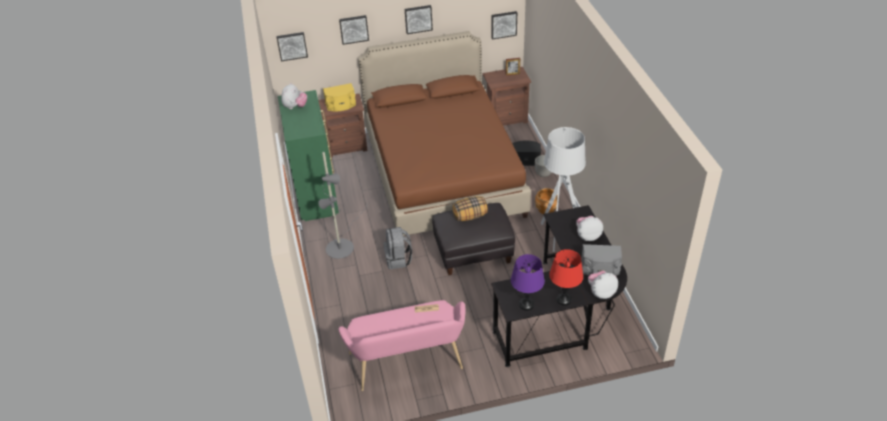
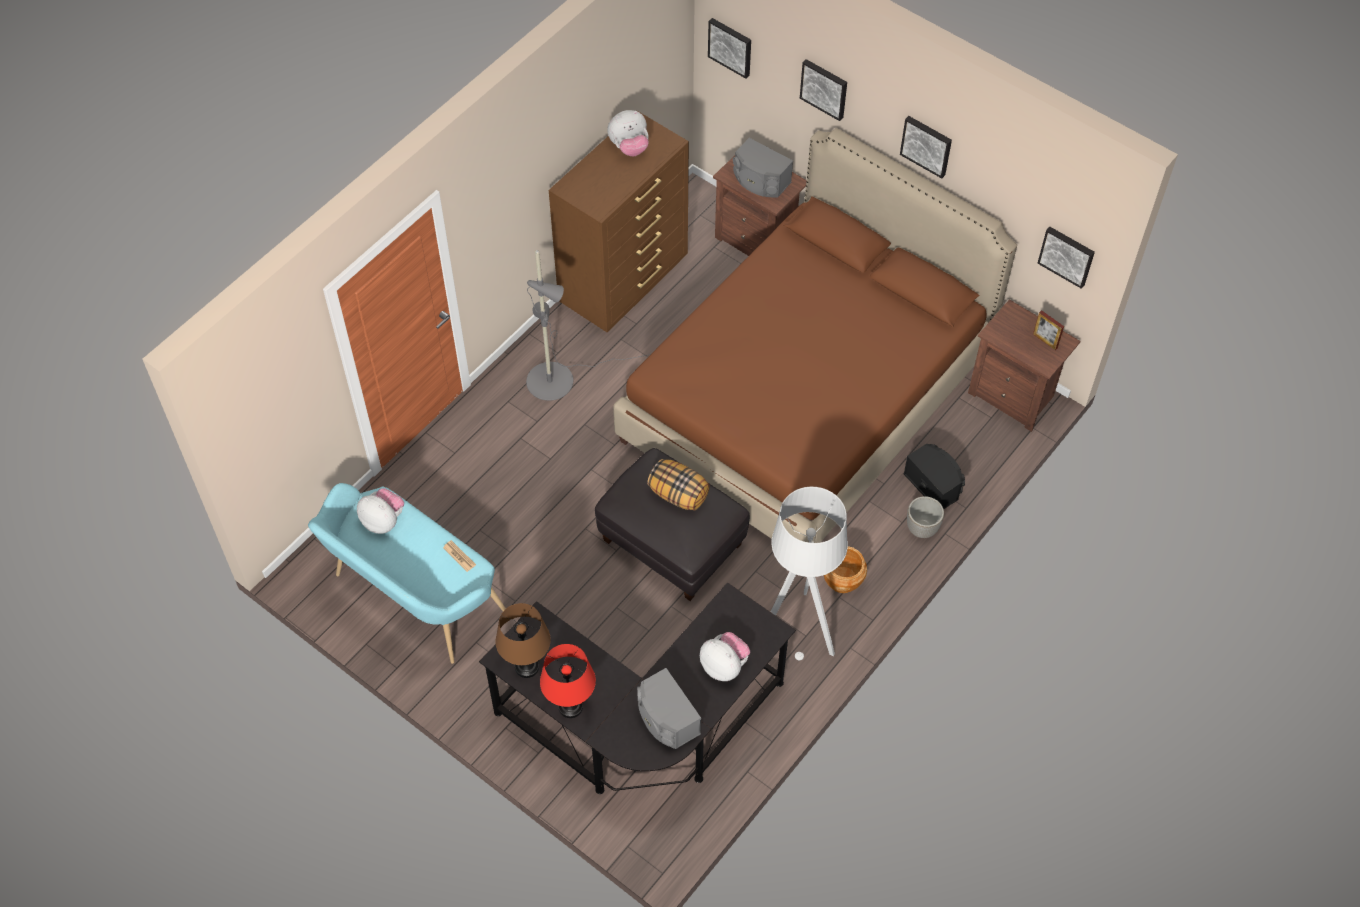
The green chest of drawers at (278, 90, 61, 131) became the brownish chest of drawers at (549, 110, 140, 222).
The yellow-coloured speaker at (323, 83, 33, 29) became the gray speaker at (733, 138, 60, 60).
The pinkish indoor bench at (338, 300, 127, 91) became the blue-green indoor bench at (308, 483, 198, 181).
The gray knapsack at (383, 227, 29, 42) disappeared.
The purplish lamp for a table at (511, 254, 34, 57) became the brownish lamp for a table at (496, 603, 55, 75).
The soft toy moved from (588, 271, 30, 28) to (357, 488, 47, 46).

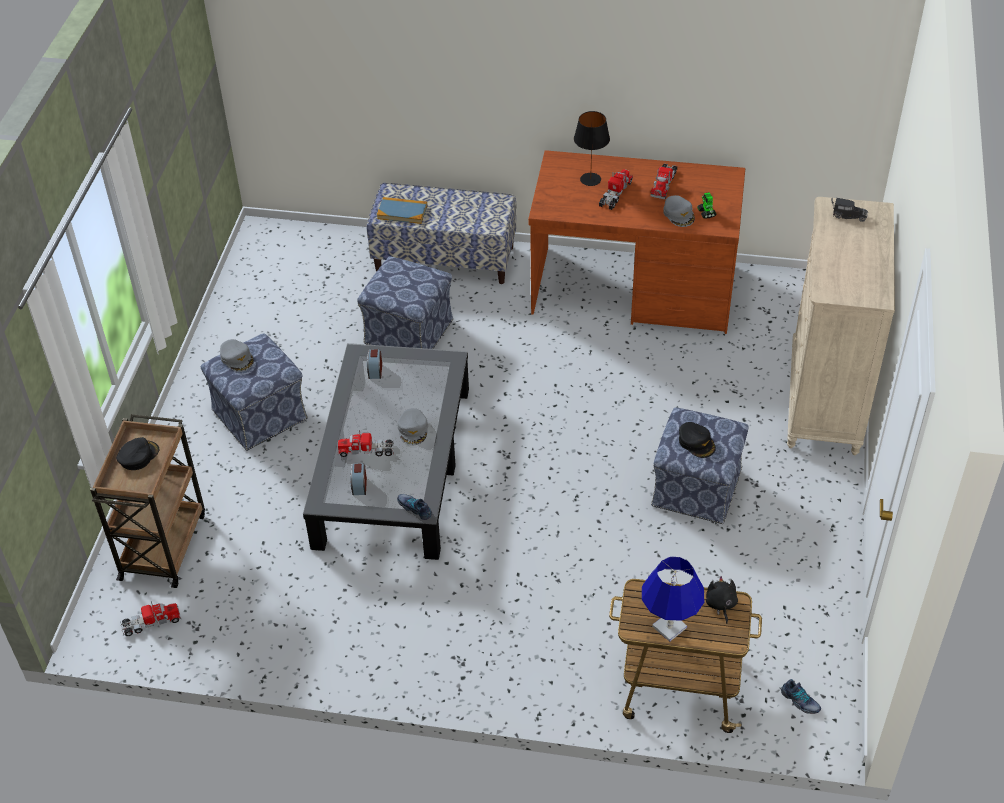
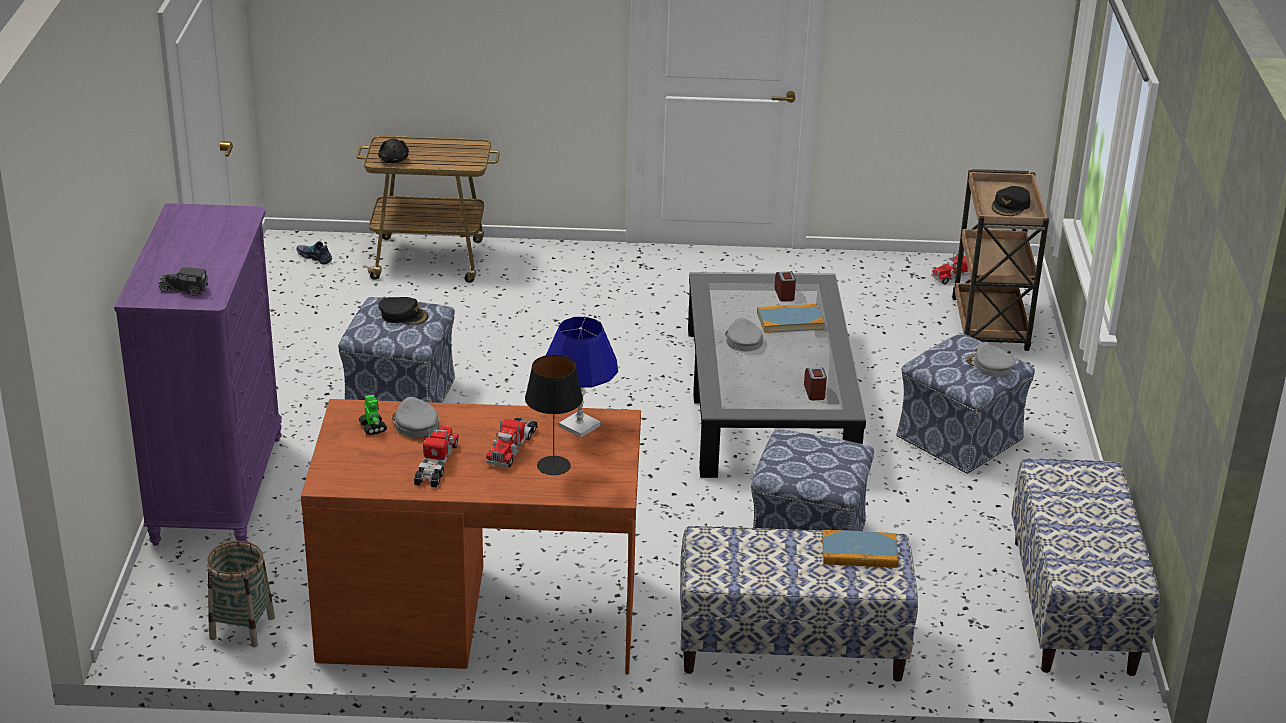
The toy truck at (338, 430, 56, 27) was replaced by the book at (757, 304, 68, 29).
The low shoe at (397, 494, 35, 26) disappeared.
The blue-coloured lamp for a table moved from (642, 557, 63, 85) to (546, 317, 72, 121).
The blackish peaked cap at (679, 422, 37, 36) turned 150 degrees clockwise.
The beige chest of drawers at (787, 197, 108, 258) became the purplish chest of drawers at (114, 203, 168, 343).
The household basket at (207, 541, 68, 106) appeared.
The indoor bench at (1011, 459, 149, 217) appeared.

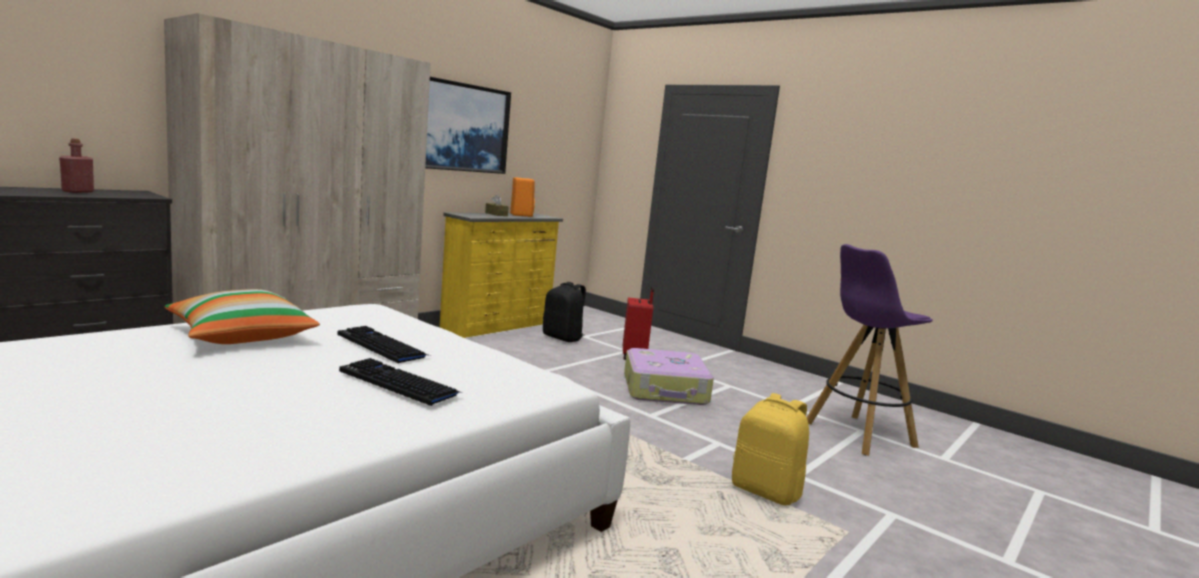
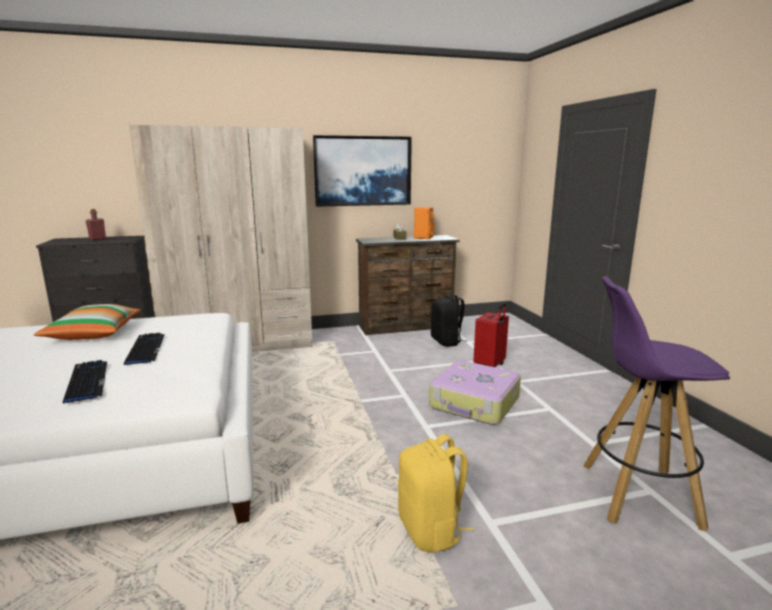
The yellow-coloured chest of drawers at (440, 213, 123, 125) became the brownish chest of drawers at (356, 235, 104, 100).

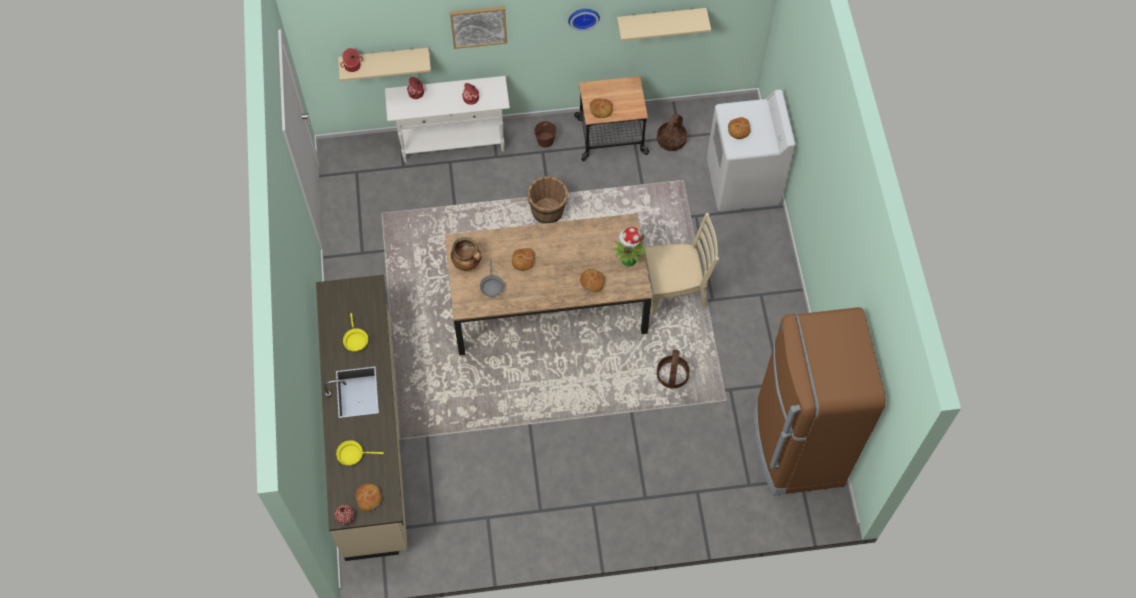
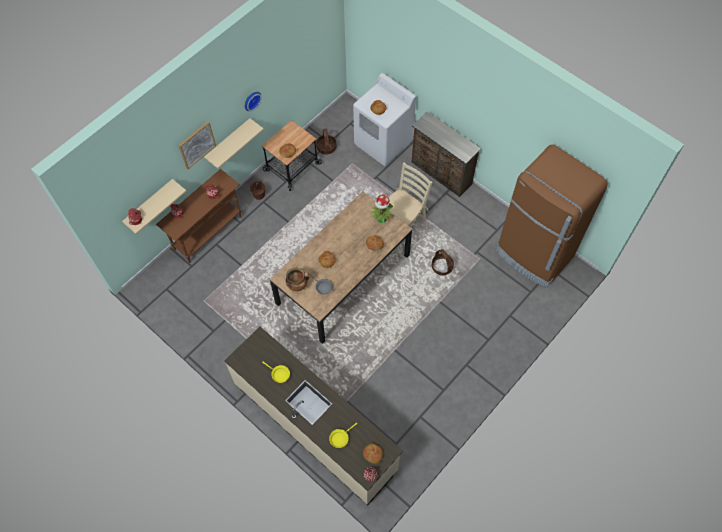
The whitish hall table at (385, 76, 125, 86) became the brownish hall table at (156, 169, 86, 94).
The brownish bucket at (528, 176, 40, 48) disappeared.
The beige shelf moved from (617, 8, 94, 33) to (204, 118, 60, 51).
The brownish chest of drawers at (411, 112, 70, 85) appeared.

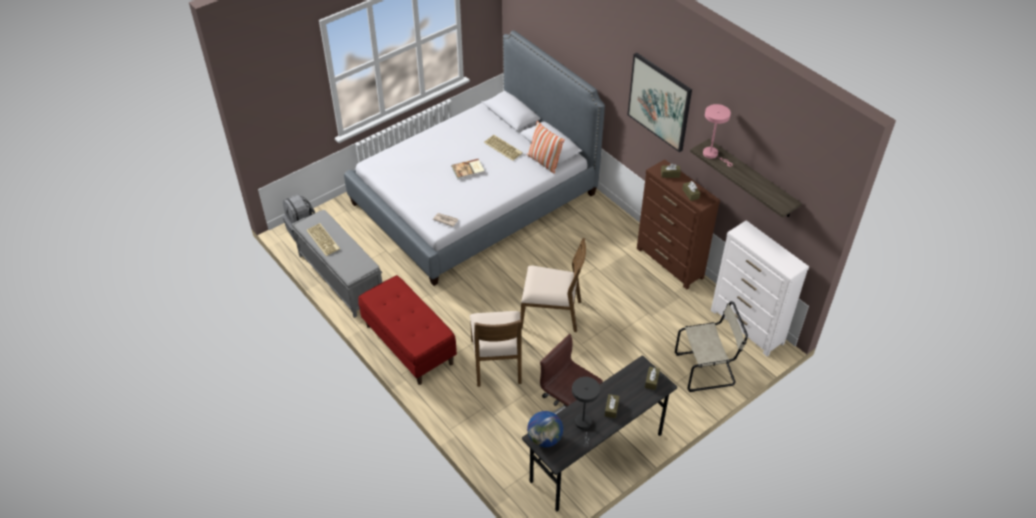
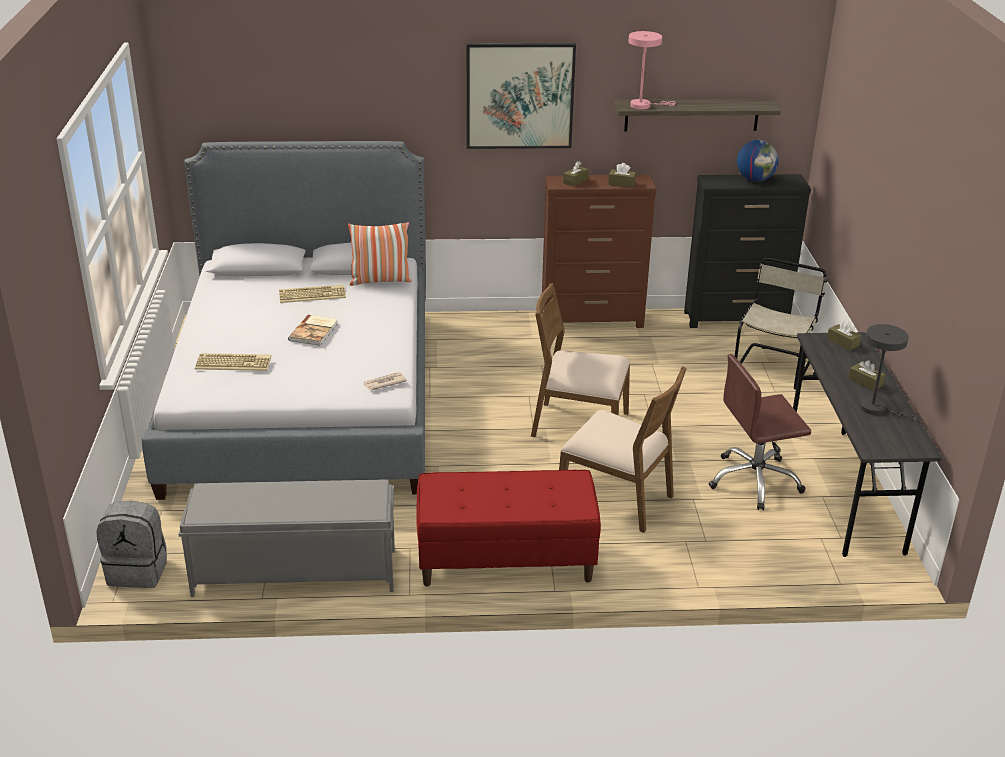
The computer keyboard moved from (307, 223, 33, 33) to (195, 353, 76, 18).
The brownish plain chair at (520, 238, 66, 94) turned 120 degrees counterclockwise.
The world globe moved from (527, 411, 36, 36) to (737, 140, 42, 42).
The whitish chest of drawers at (711, 220, 98, 137) became the blackish chest of drawers at (684, 174, 127, 154).

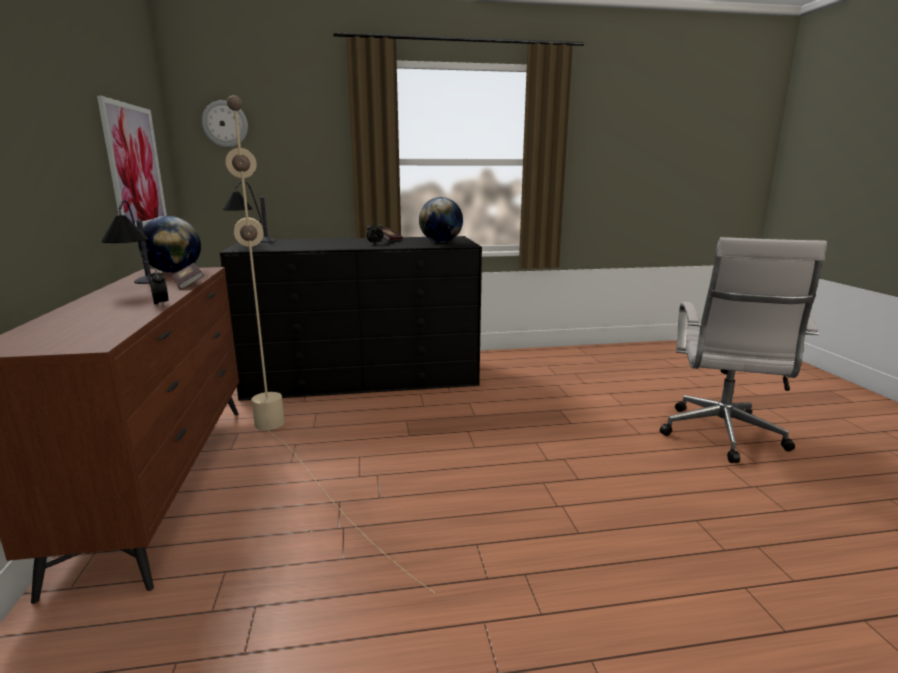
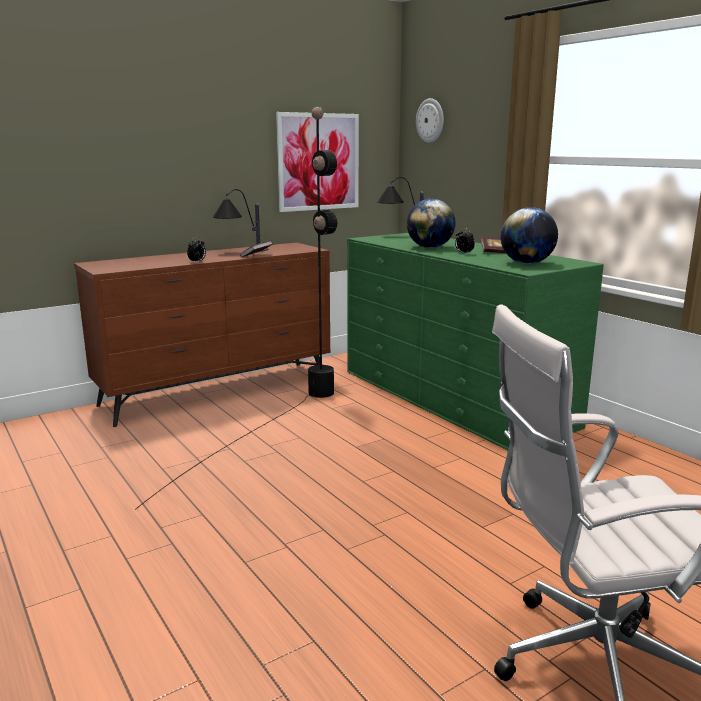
The world globe moved from (138, 216, 63, 57) to (407, 199, 48, 49).
The blackish chest of drawers at (220, 236, 262, 165) became the green chest of drawers at (347, 233, 257, 217).
The beige standing lamp at (226, 95, 209, 499) became the blackish standing lamp at (135, 107, 202, 403).

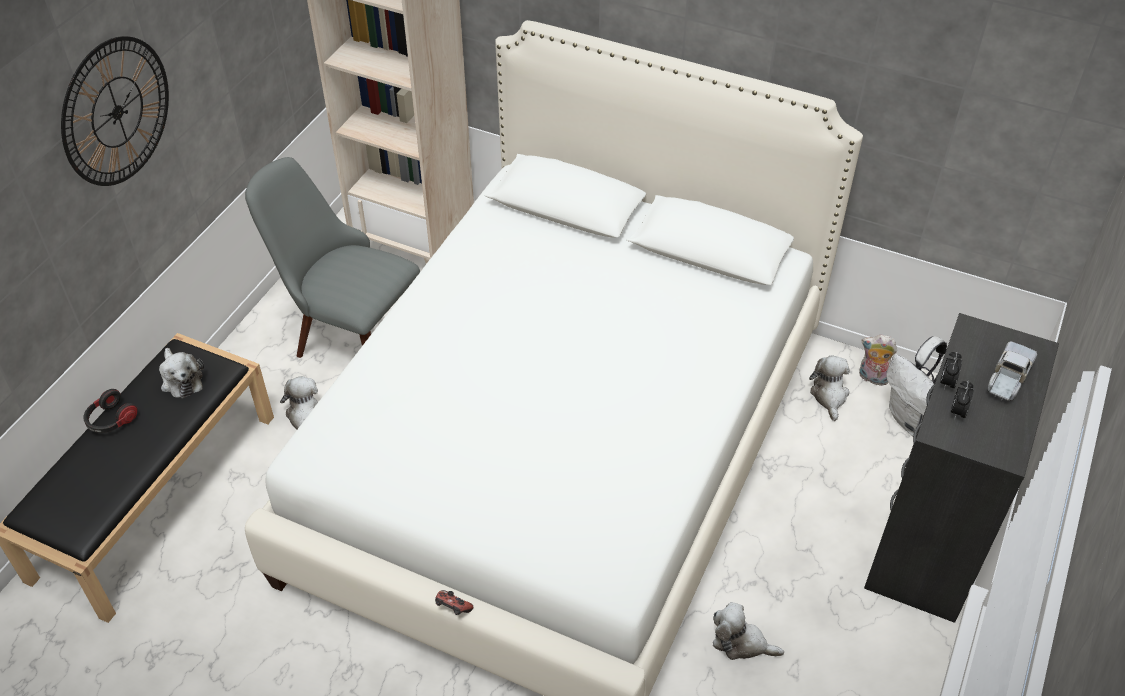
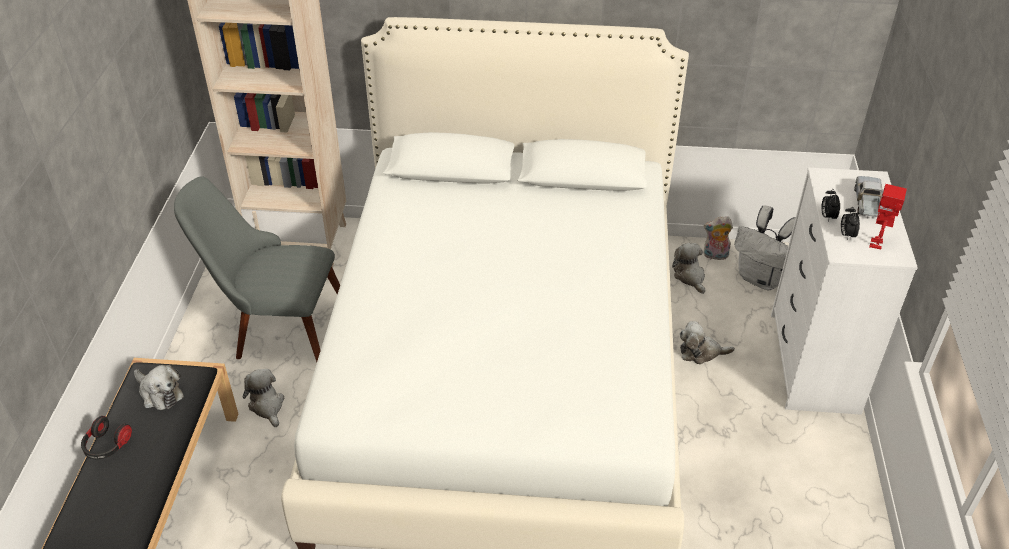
The hanging clock at (61, 36, 108, 150) disappeared.
The joypad at (435, 590, 38, 25) disappeared.
The soft toy moved from (713, 602, 71, 58) to (679, 321, 56, 44).
The blackish chest of drawers at (864, 313, 195, 310) became the whitish chest of drawers at (771, 168, 147, 247).
The robot figure at (869, 184, 38, 65) appeared.

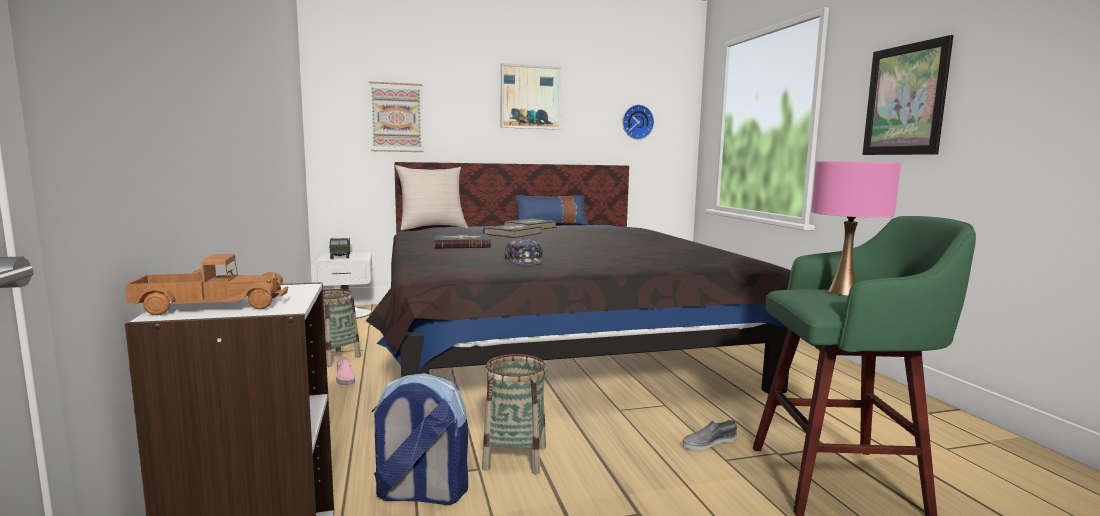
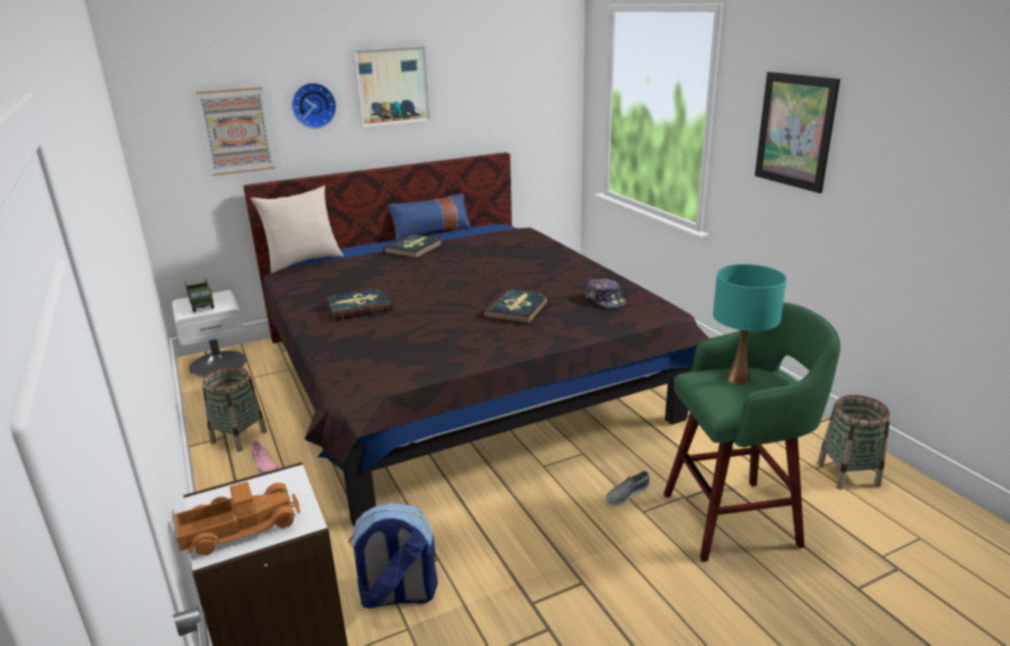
The household basket moved from (482, 354, 65, 121) to (817, 395, 73, 95).
The book moved from (483, 224, 58, 14) to (482, 289, 67, 35).
The peaked cap moved from (504, 238, 40, 27) to (585, 278, 41, 30).
The hanging clock moved from (622, 105, 32, 35) to (292, 83, 45, 46).
The pinkish lamp for a table at (811, 161, 90, 135) became the blue-green lamp for a table at (713, 264, 74, 121).

